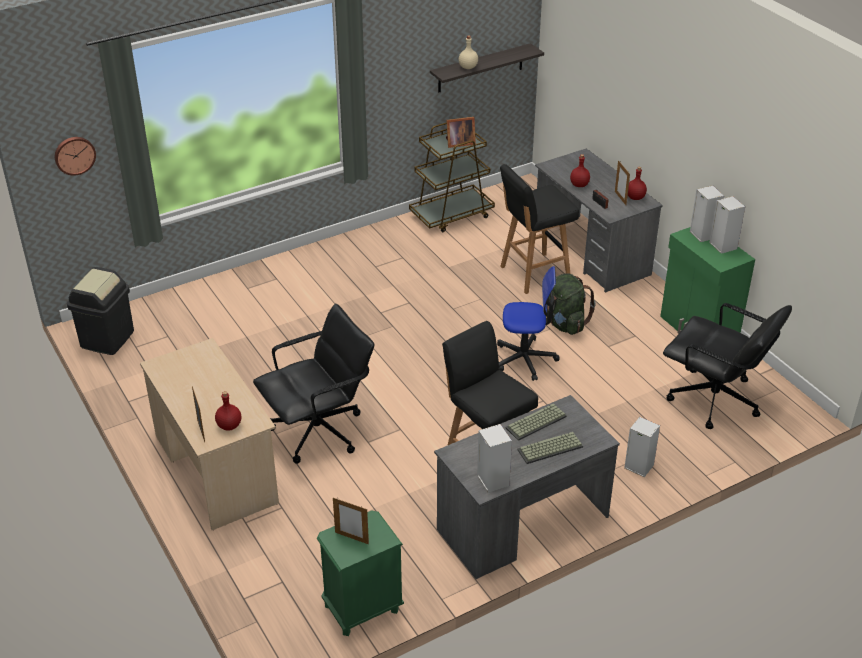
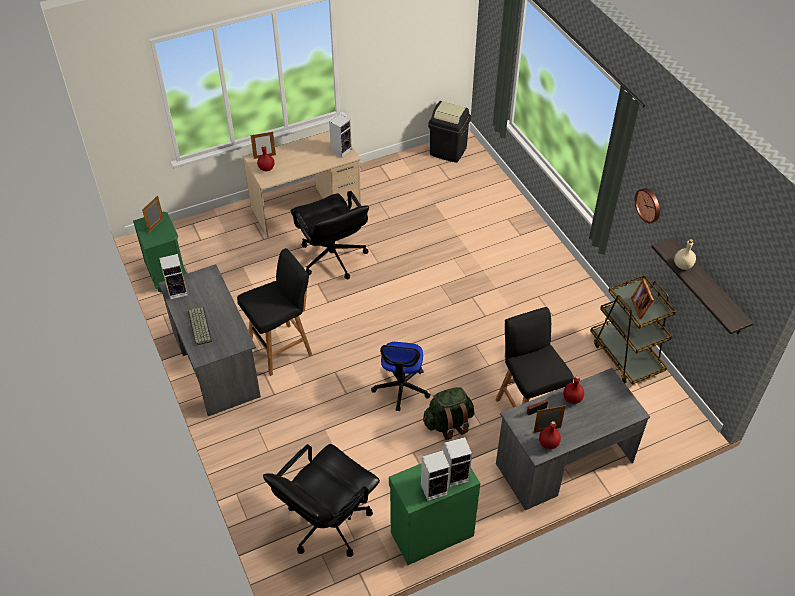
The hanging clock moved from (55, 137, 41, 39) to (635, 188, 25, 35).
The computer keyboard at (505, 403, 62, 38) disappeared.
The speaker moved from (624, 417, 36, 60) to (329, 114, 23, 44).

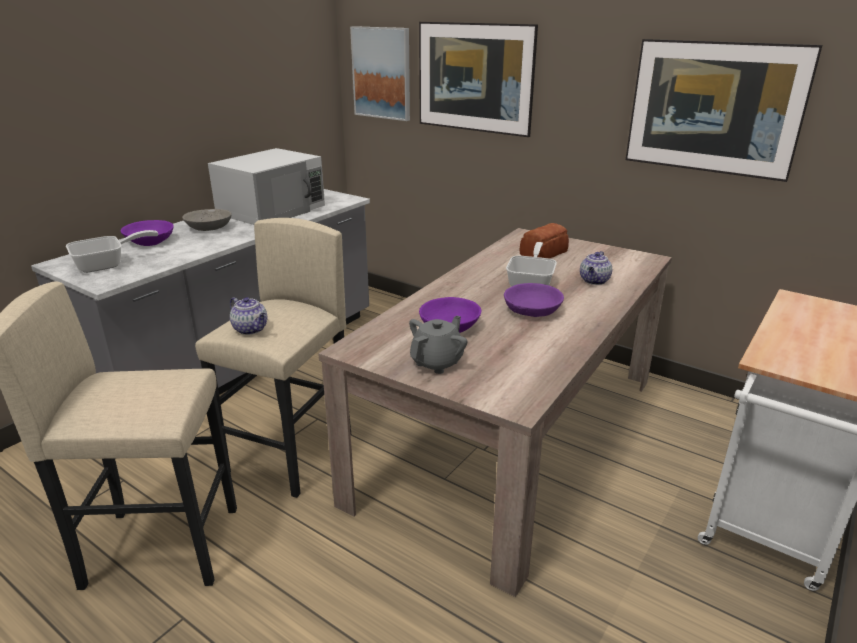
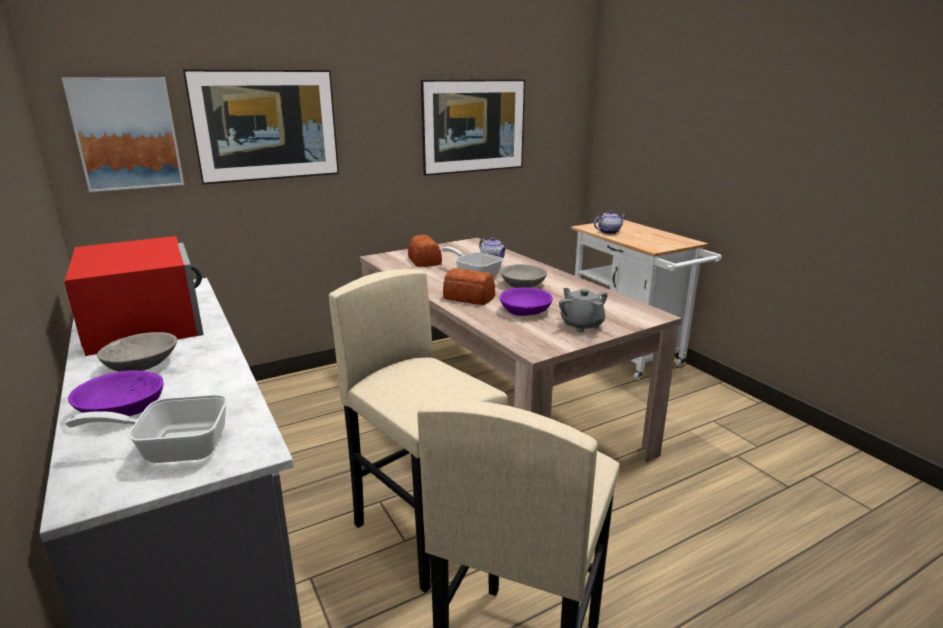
The pan at (66, 230, 92, 43) turned 90 degrees counterclockwise.
The whitish microwave at (208, 148, 117, 77) became the red microwave at (64, 236, 140, 120).
The teapot moved from (230, 297, 37, 38) to (594, 210, 32, 24).
The purplish bowl at (504, 283, 60, 34) became the gray bowl at (500, 264, 47, 24).
The bakery bread at (443, 268, 52, 37) appeared.

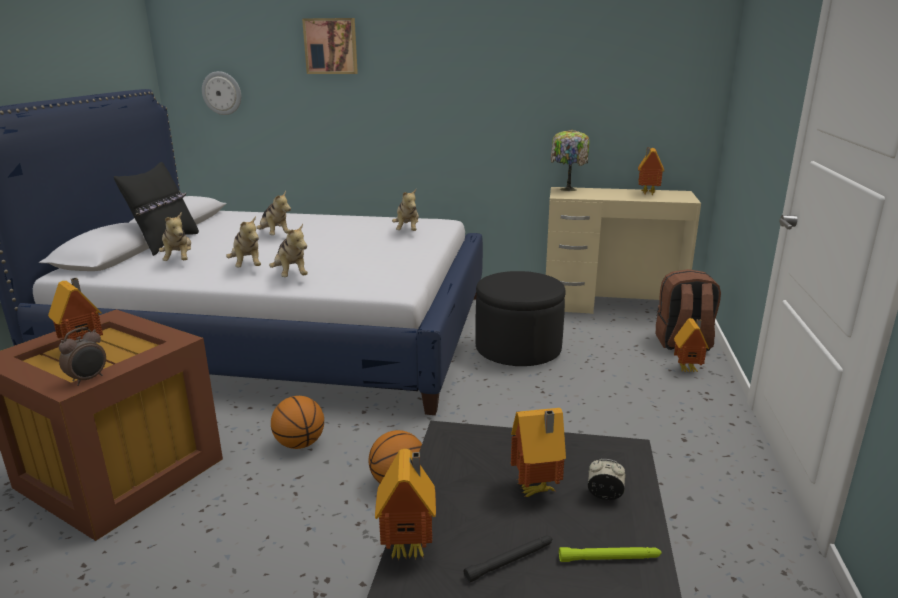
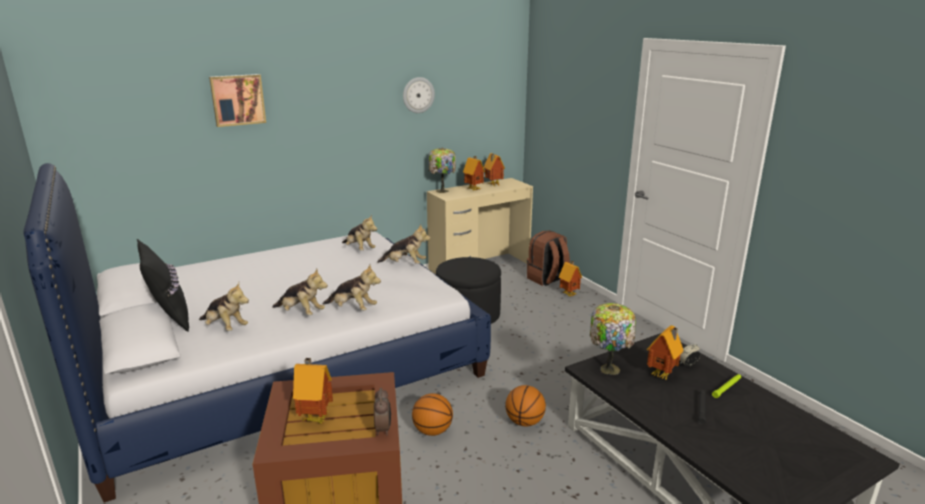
The hanging clock moved from (202, 71, 39, 44) to (403, 77, 32, 36).
The soft toy moved from (256, 191, 35, 44) to (377, 224, 54, 40).
The miniature house moved from (375, 449, 61, 112) to (463, 156, 22, 34).
The lamp for a table at (590, 303, 46, 72) appeared.

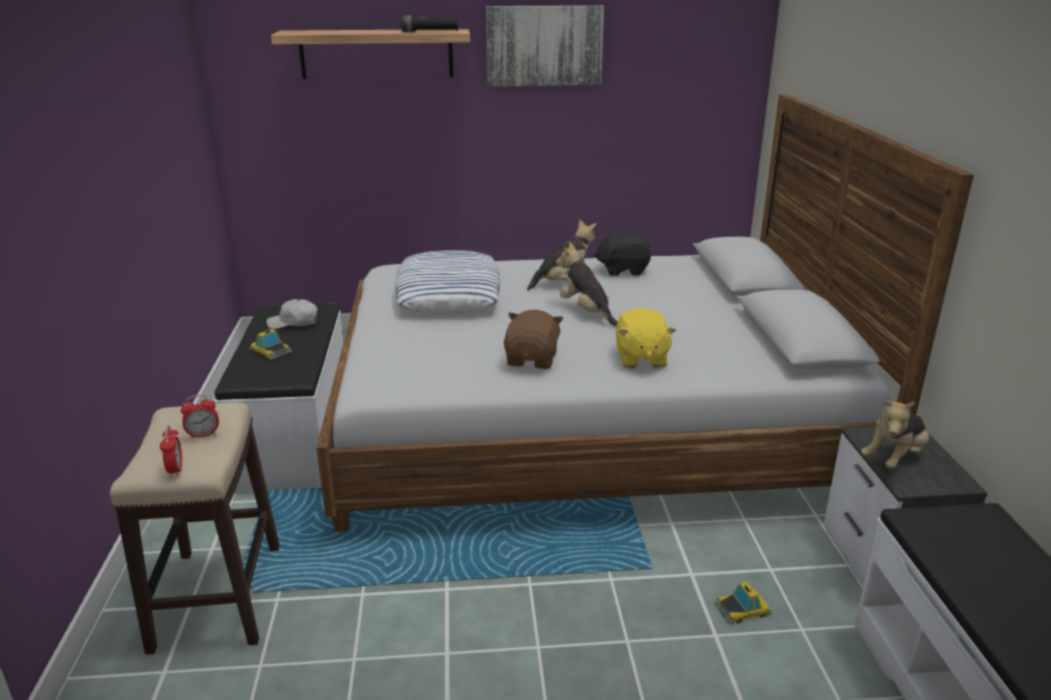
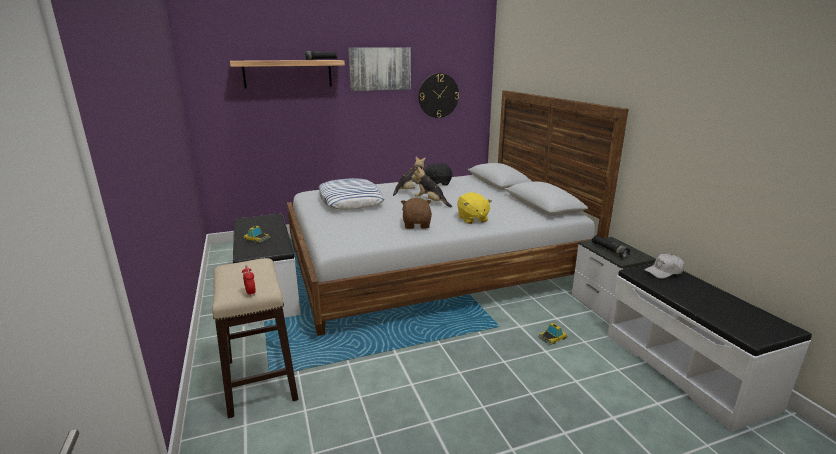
The bedside clock at (181, 395, 38, 44) disappeared.
The whitish peaked cap moved from (266, 299, 52, 30) to (644, 254, 40, 25).
The soft toy at (861, 401, 68, 68) was replaced by the blackish hand torch at (592, 235, 38, 23).
The hanging clock at (418, 73, 41, 45) appeared.

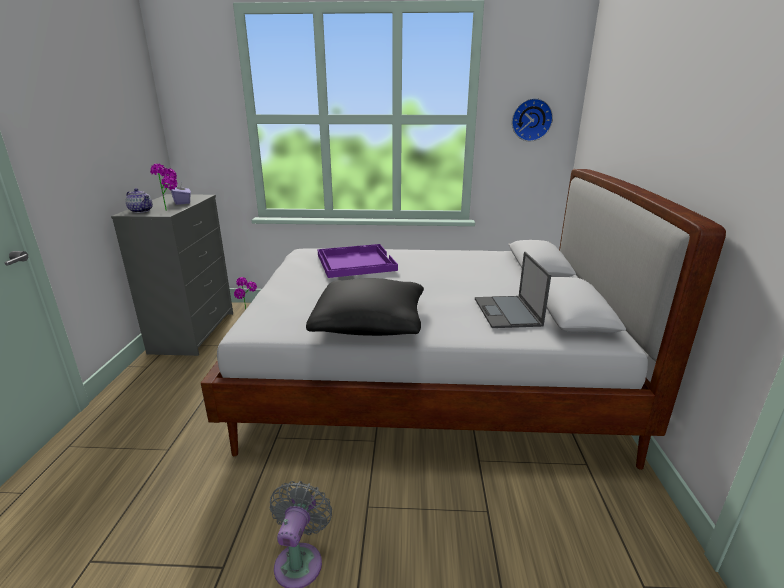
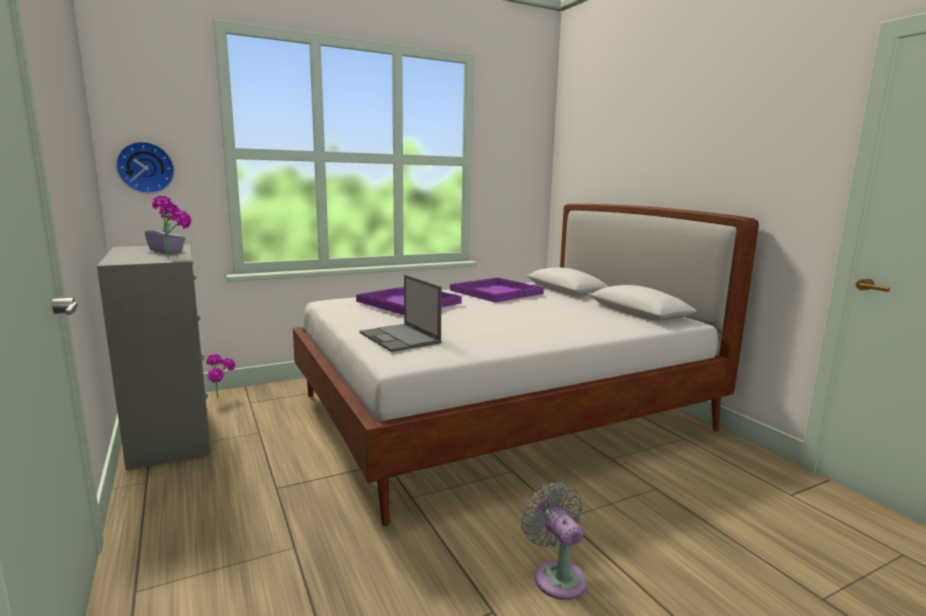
The teapot at (126, 188, 27, 25) disappeared.
The blackish throw pillow at (306, 278, 118, 58) disappeared.
The portable computer moved from (475, 252, 76, 76) to (359, 275, 83, 77).
The hanging clock moved from (512, 98, 41, 43) to (116, 141, 59, 53).
The purplish serving tray at (450, 278, 94, 25) appeared.

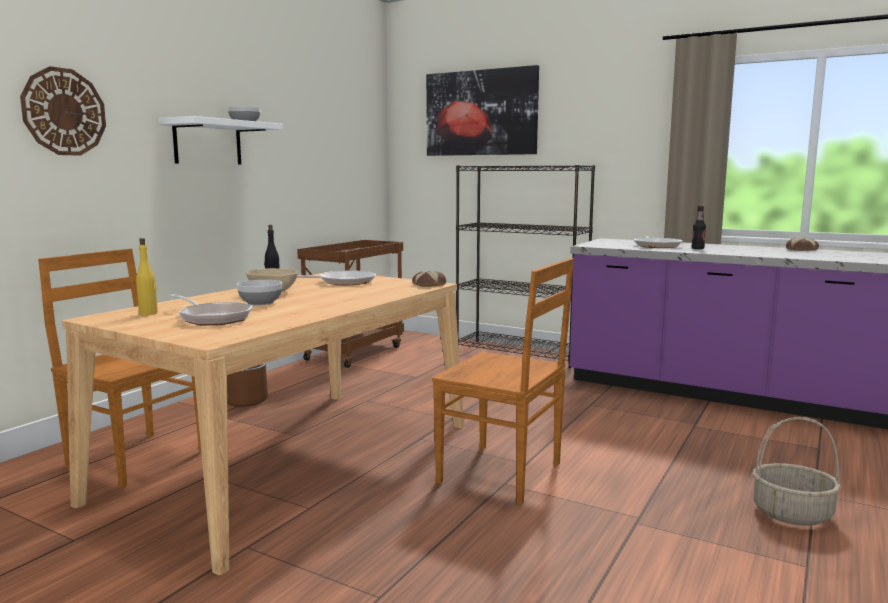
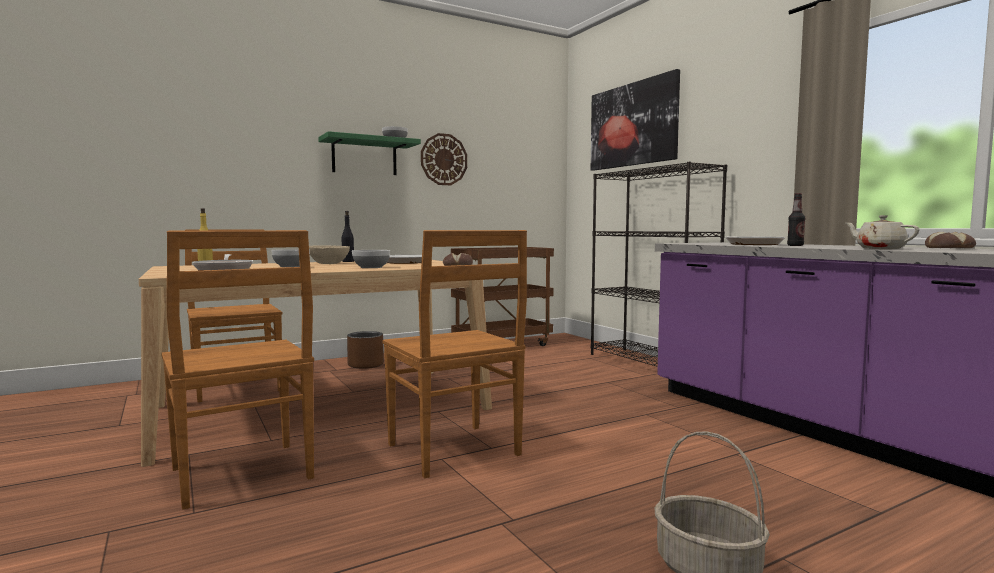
The hanging clock moved from (20, 66, 86, 90) to (421, 133, 46, 52).
The whitish shelf at (158, 116, 125, 48) became the green shelf at (318, 131, 103, 44).
The brownish plain chair at (161, 230, 153, 280) appeared.
The bowl at (352, 250, 38, 18) appeared.
The beige teapot at (846, 215, 74, 34) appeared.

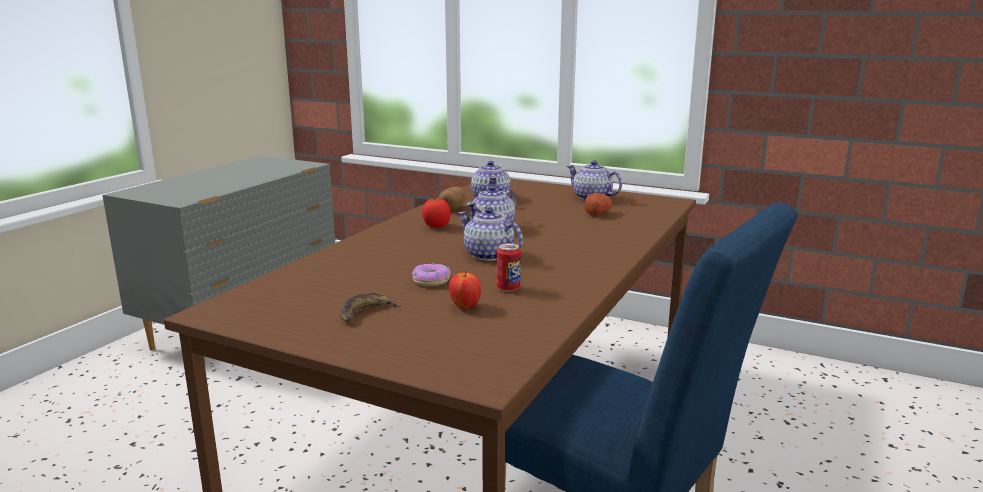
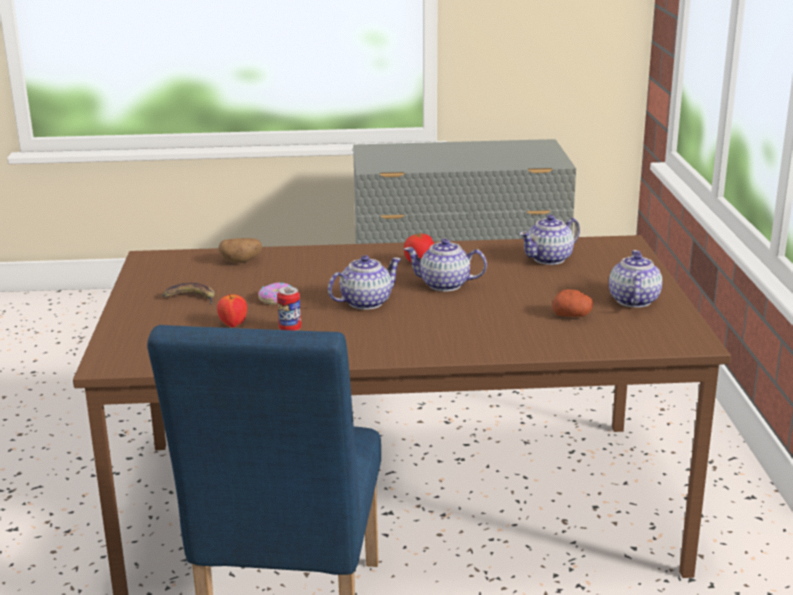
The potato moved from (438, 187, 28, 23) to (219, 238, 43, 25).
The teapot at (458, 207, 65, 54) turned 45 degrees clockwise.

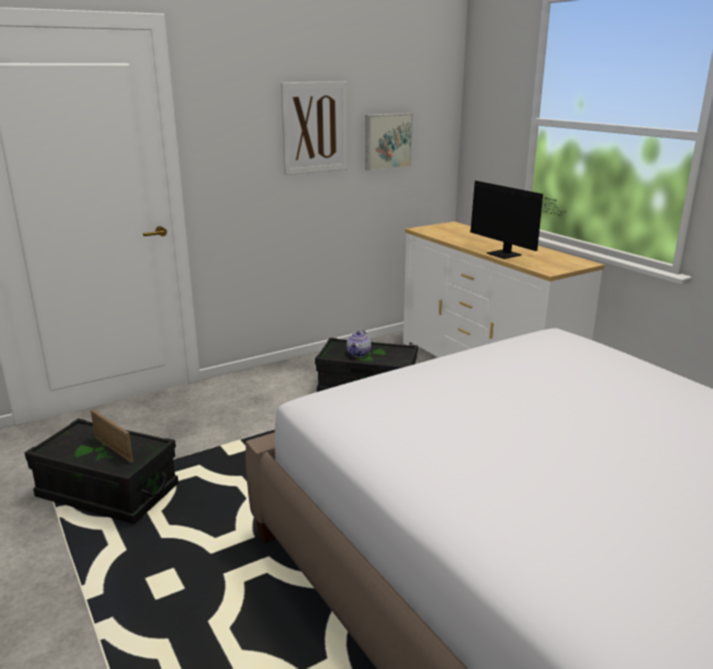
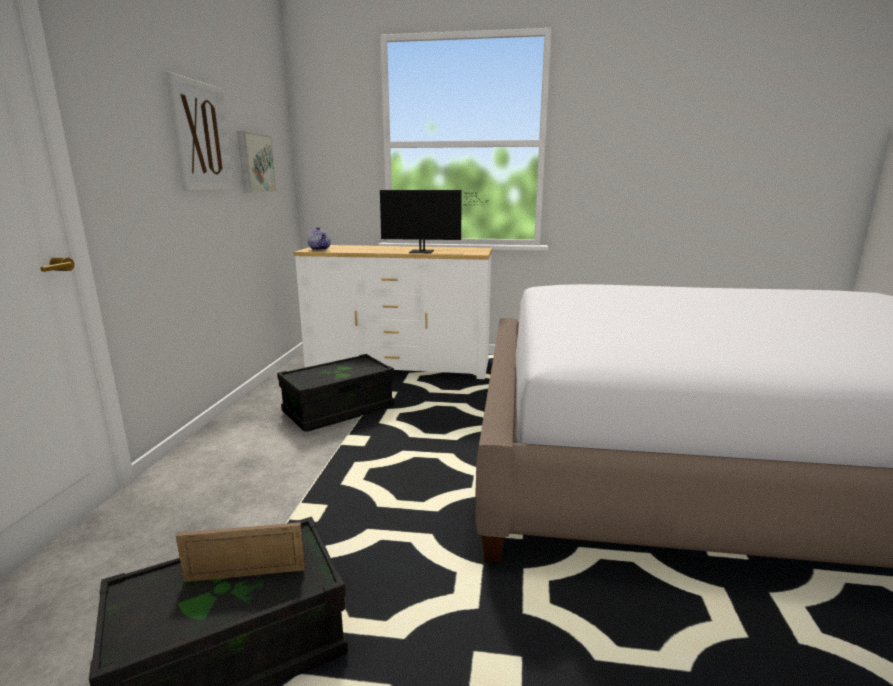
The teapot moved from (346, 330, 25, 27) to (308, 227, 23, 23).

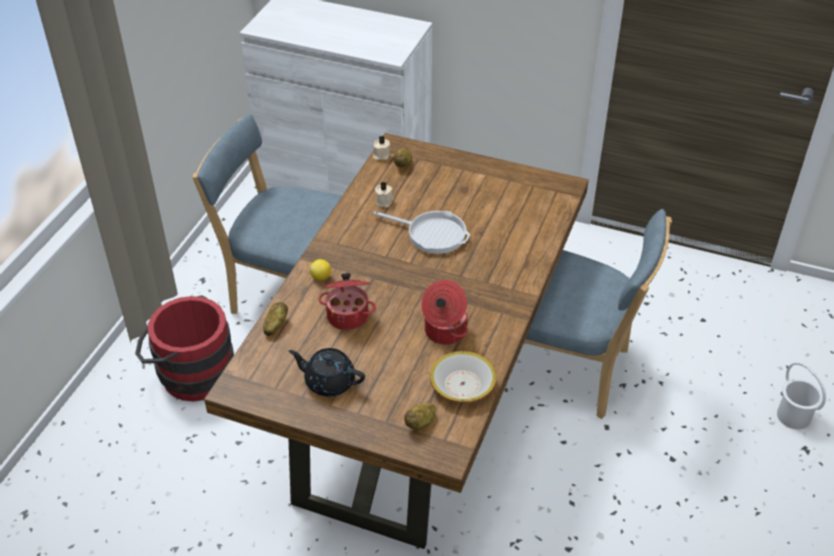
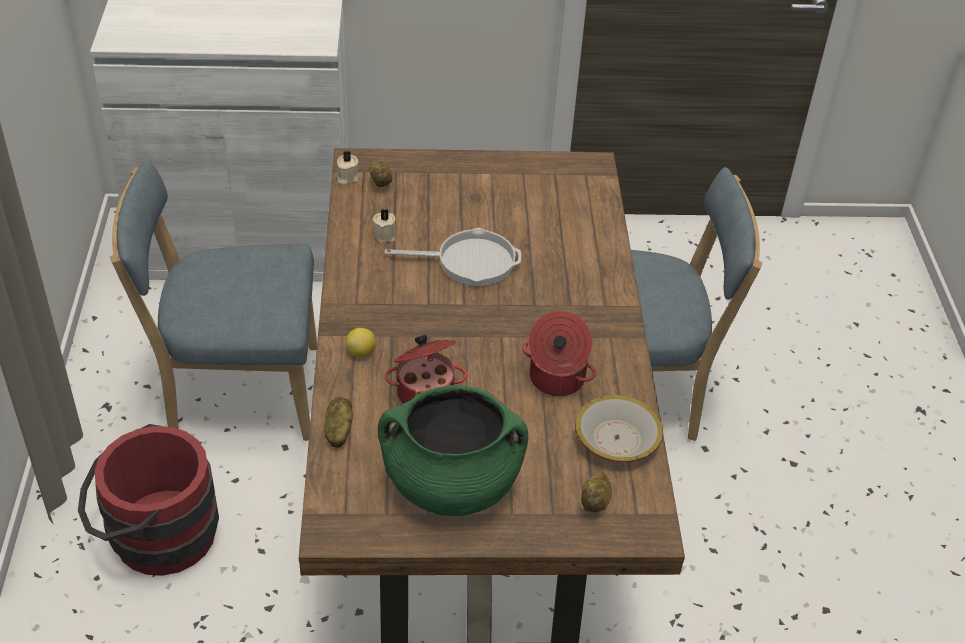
The blackish teapot at (289, 348, 76, 49) was replaced by the green saucepot at (378, 385, 150, 131).
The whitish bucket at (777, 362, 49, 68) disappeared.

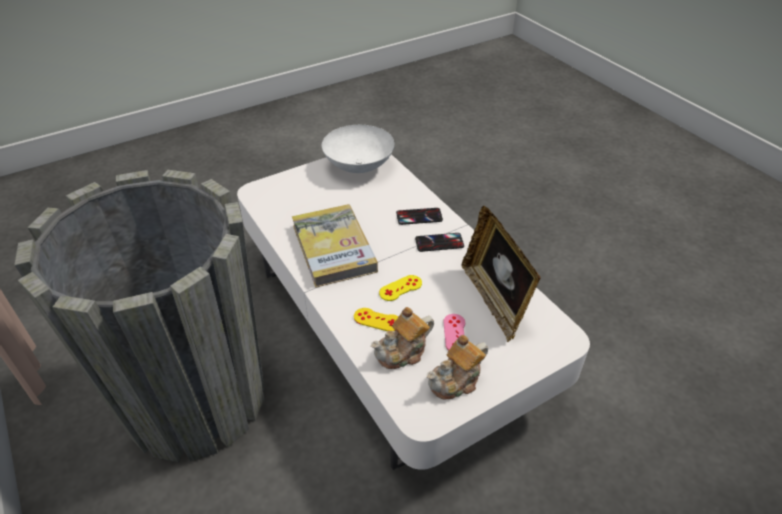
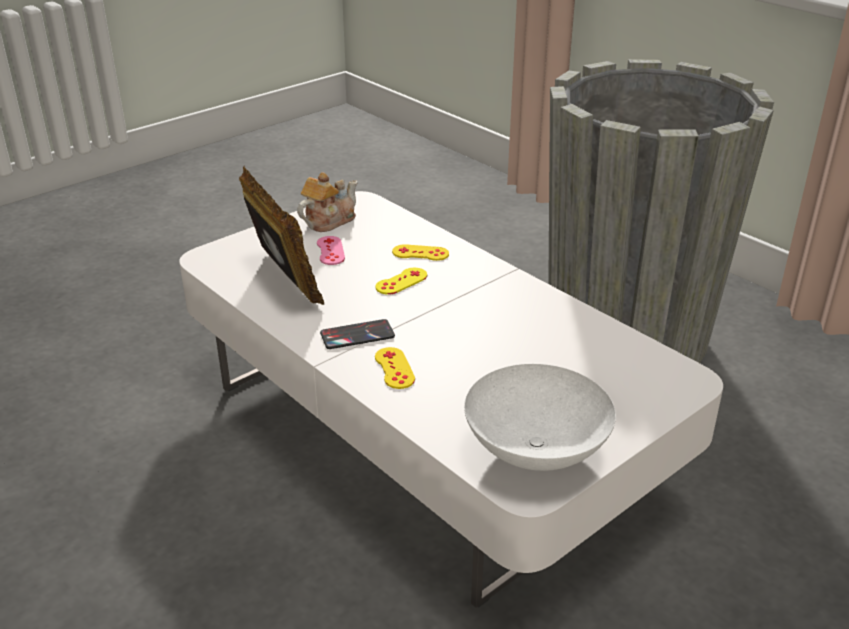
The book at (292, 204, 86, 84) disappeared.
The teapot at (371, 307, 63, 62) disappeared.
The telephone at (396, 208, 47, 17) was replaced by the yellow-coloured joypad at (375, 347, 40, 42).

